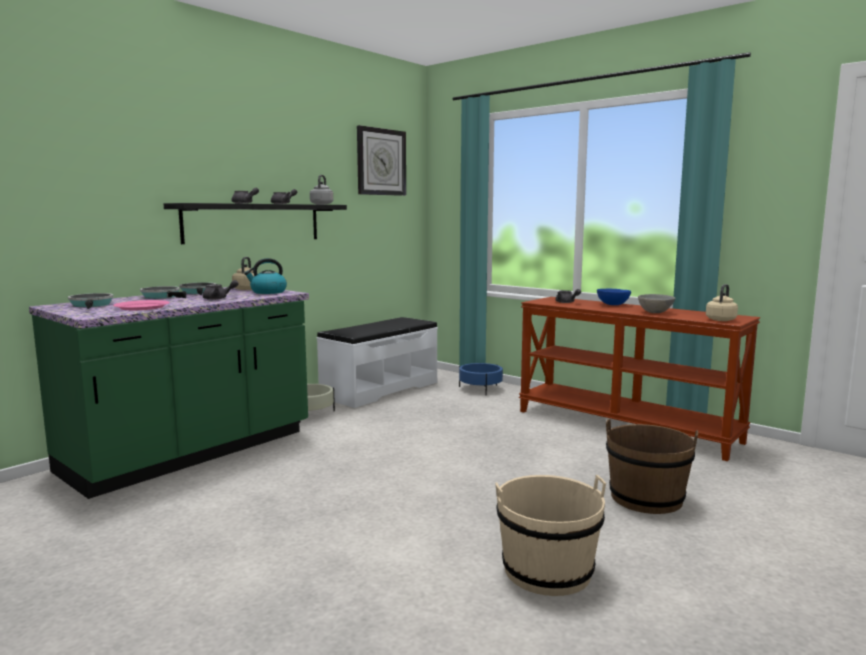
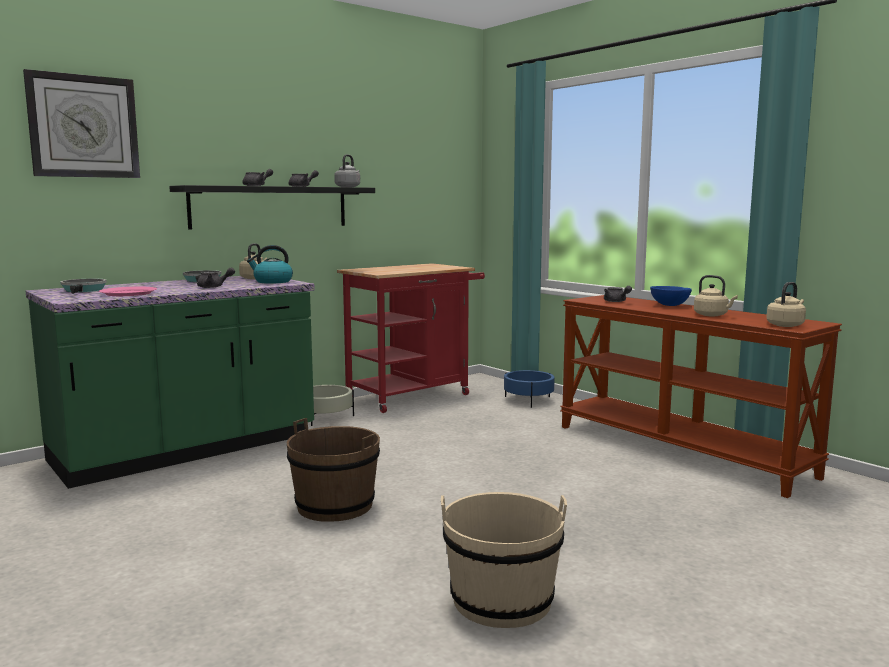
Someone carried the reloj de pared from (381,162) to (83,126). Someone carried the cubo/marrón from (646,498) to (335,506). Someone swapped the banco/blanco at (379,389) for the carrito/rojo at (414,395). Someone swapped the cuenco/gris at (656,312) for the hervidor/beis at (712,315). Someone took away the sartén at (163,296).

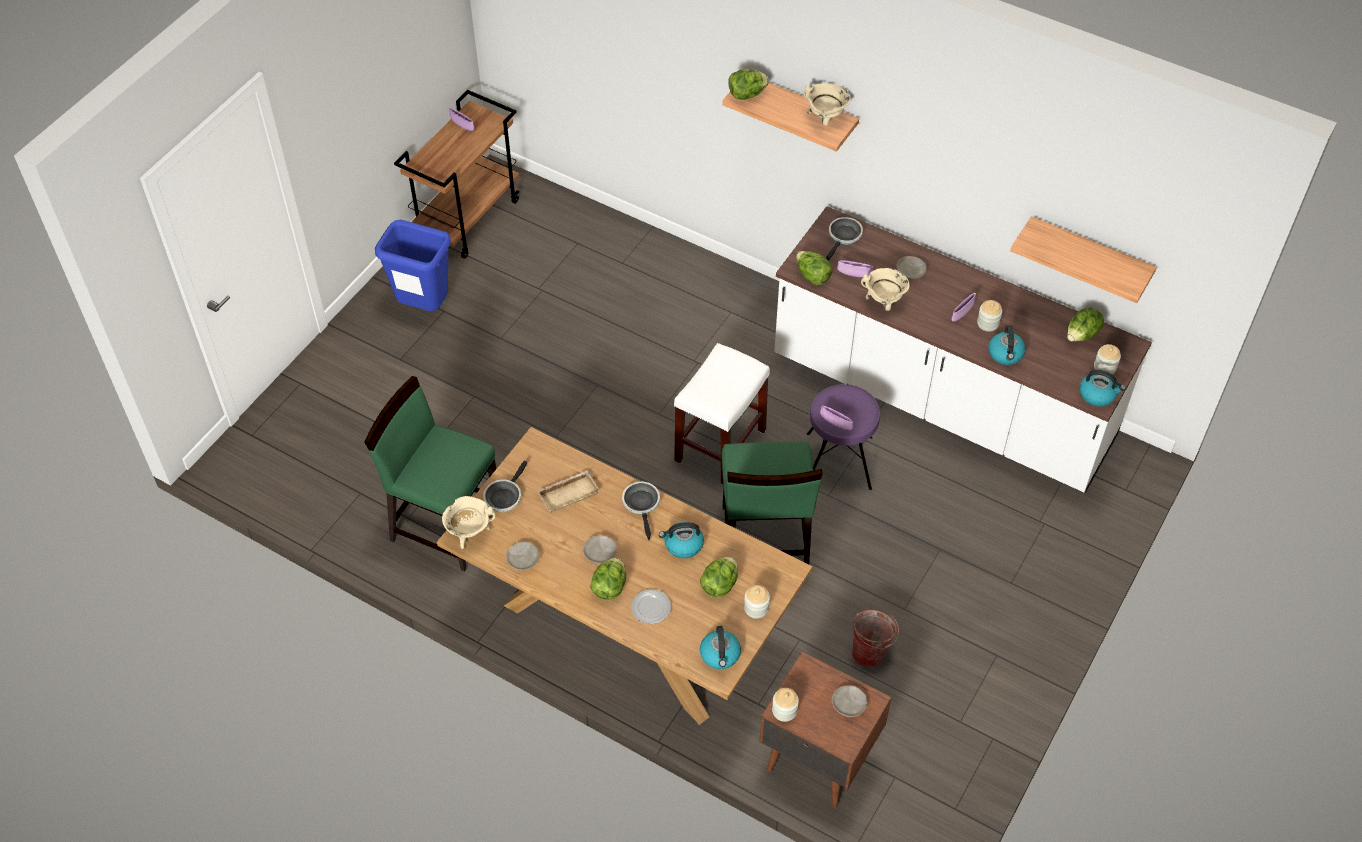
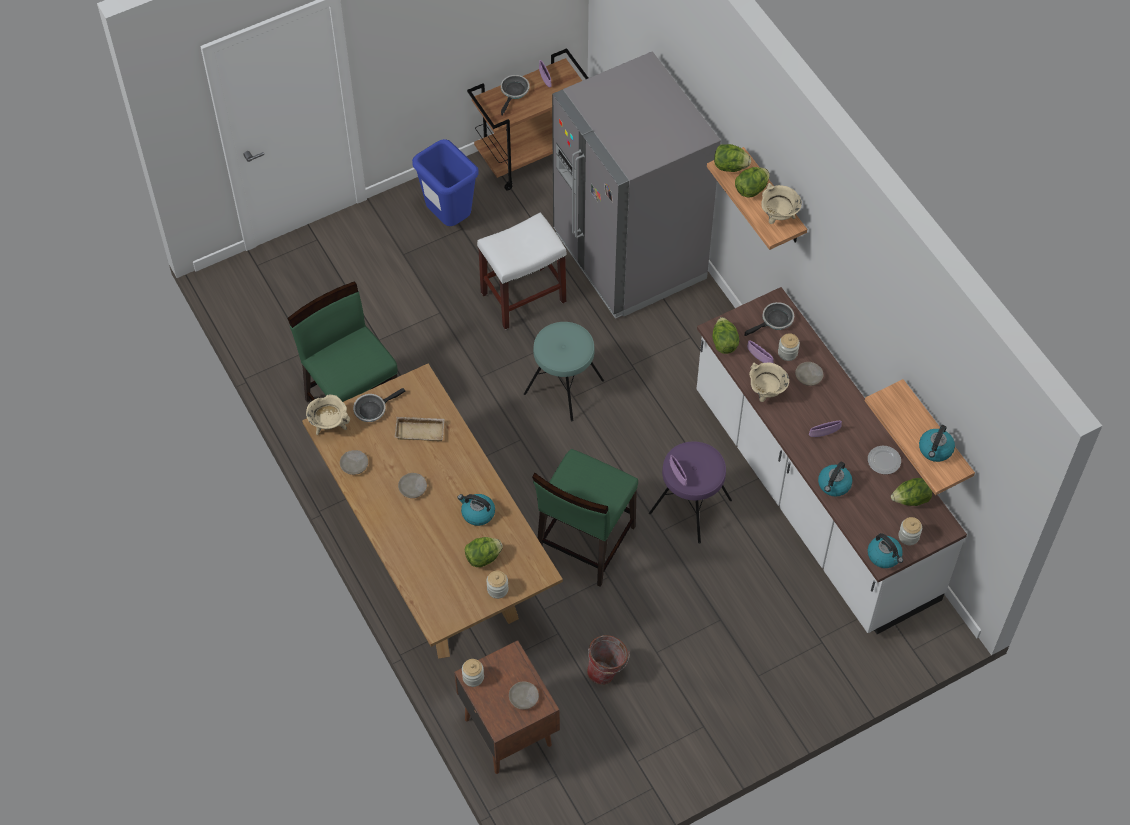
Someone carried the taburete/blanco from (720,444) to (523,296). Someone carried the sartén from (642,505) to (514,92). Someone put down the taburete/turquesa at (563,387). Someone put down the nevera/gris at (629,256). Someone carried the lechuga from (609,587) to (751,189). Someone carried the tarro from (988,323) to (787,353). Someone carried the plato from (651,607) to (884,461). Someone carried the hervidor from (720,655) to (935,450).

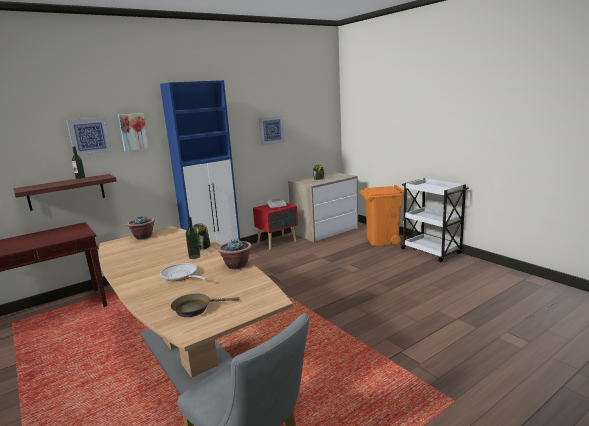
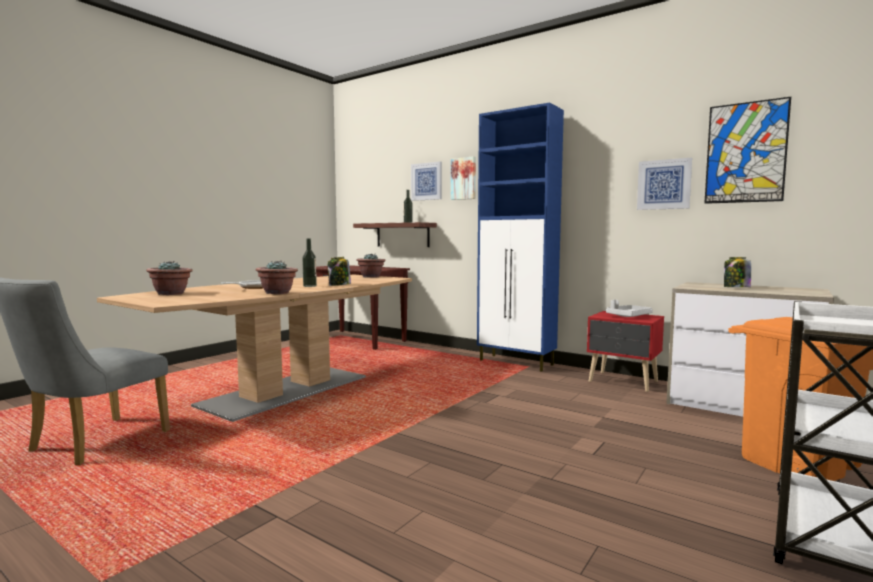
Someone swapped the sartén/marrón at (195,309) for the planta en maceta at (171,294). Someone put up the cuadro at (745,152).

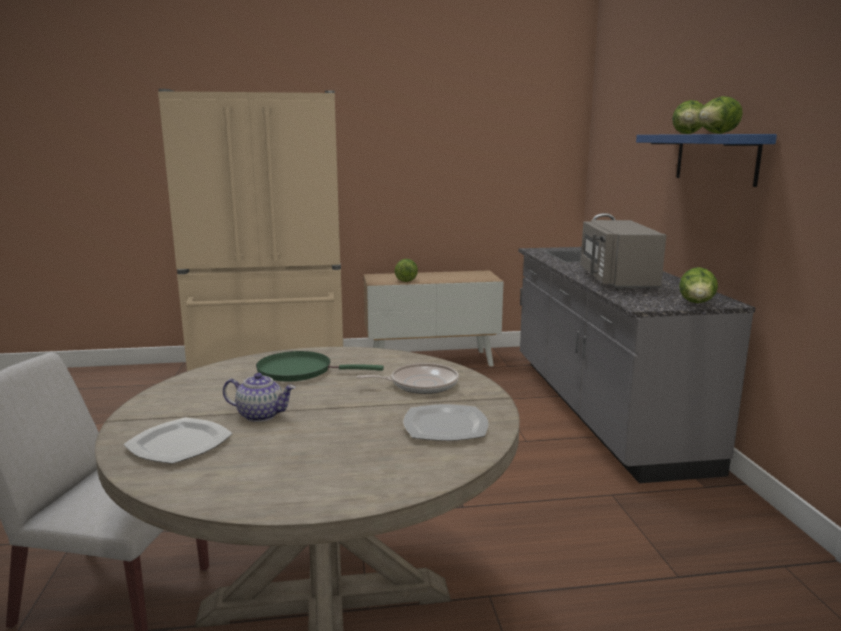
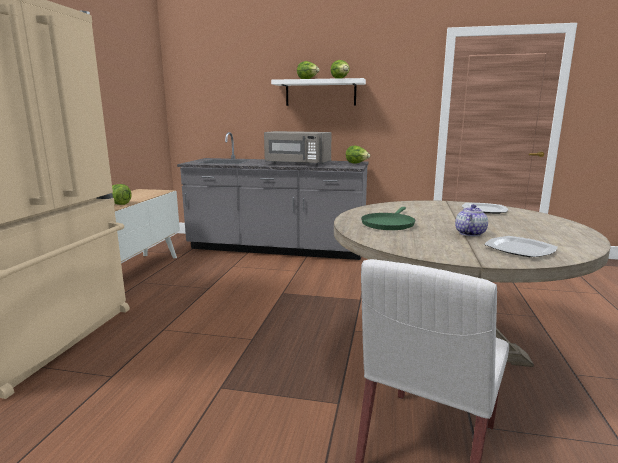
Someone repainted the estante/azul at (716,158), which became the estante/blanco at (320,93). Someone took away the sartén at (420,384).

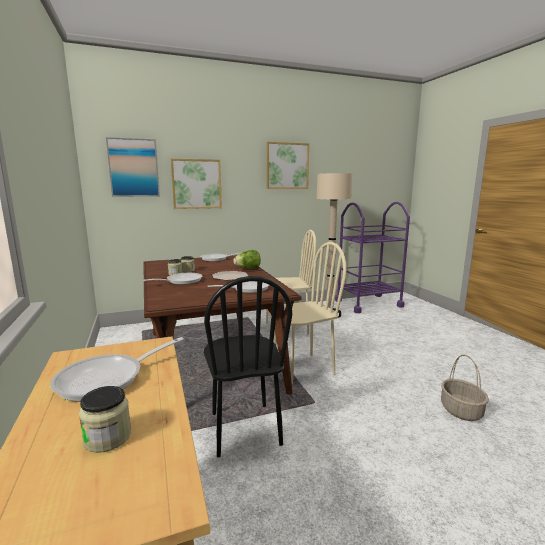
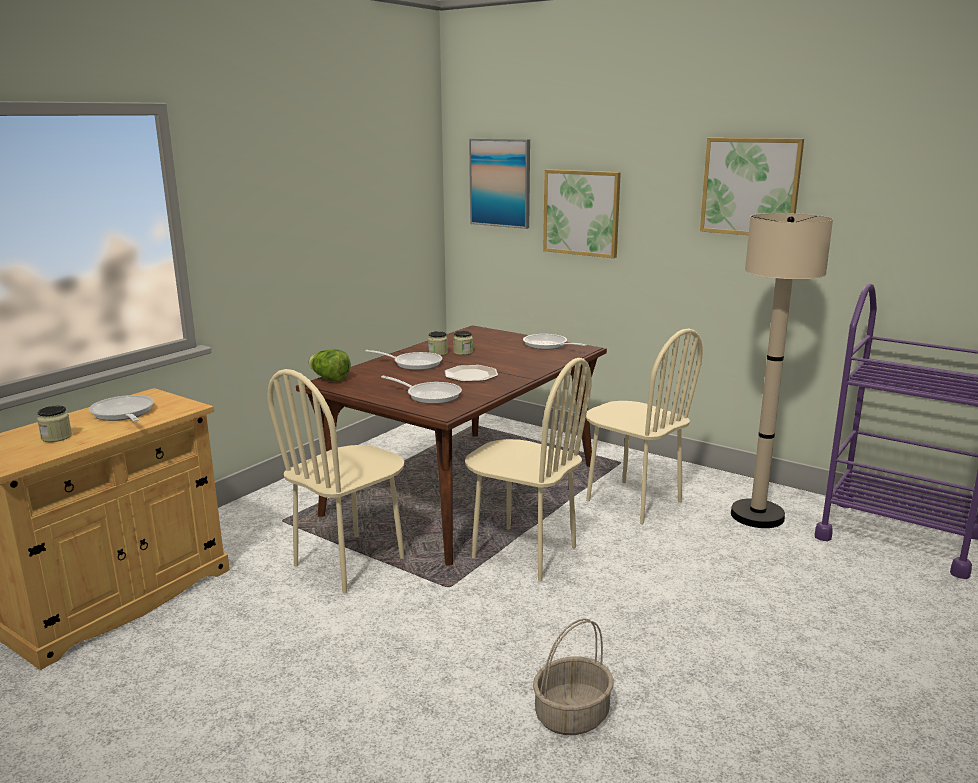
Someone rotated the sartén at (108,379) by 45 degrees clockwise. Someone repainted the silla/negro at (244,429), which became the silla/beis at (350,562). Someone carried the lechuga from (248,268) to (330,379).

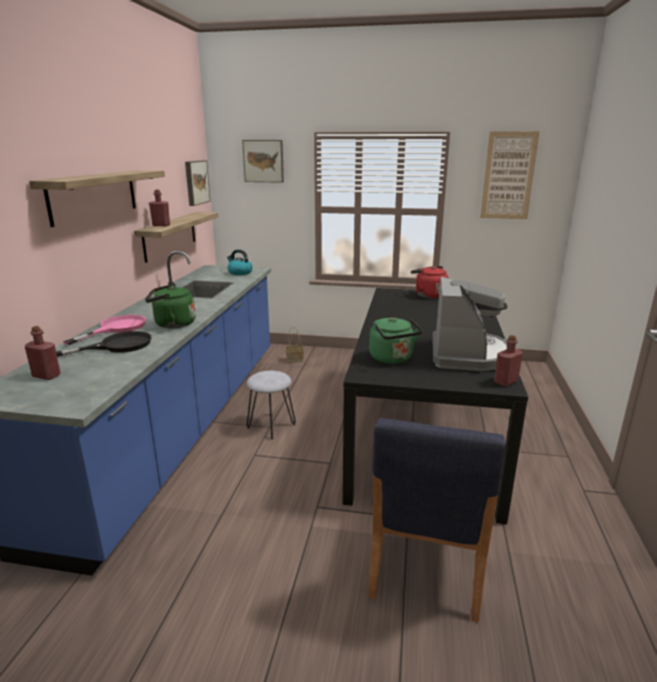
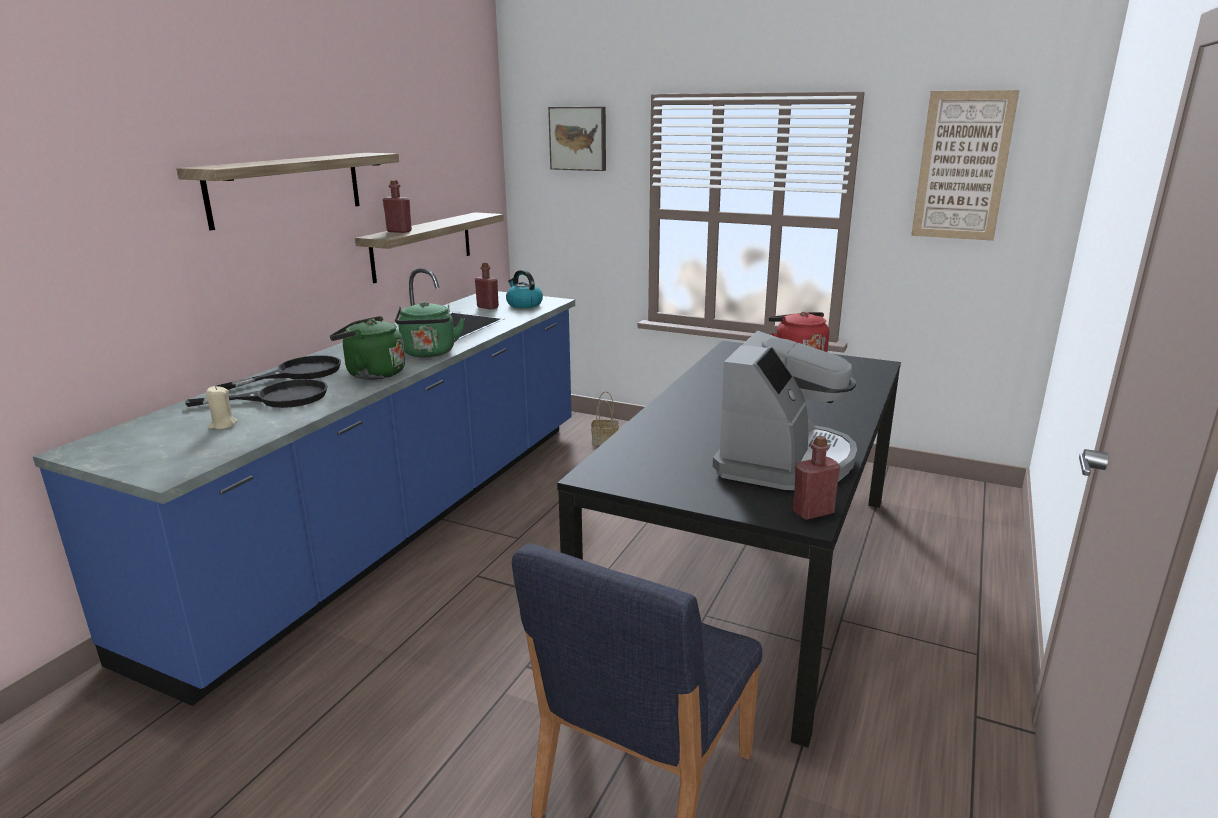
Someone put down the vela/beis at (223,425). Someone repainted the sartén/rosa at (116,328), which became the sartén/negro at (298,373). Someone carried the hervidor/verde from (392,359) to (429,353). Someone carried the botella/rojo from (46,376) to (487,307). Someone took away the cuadro at (196,182). Someone took away the taburete/gris at (271,425).

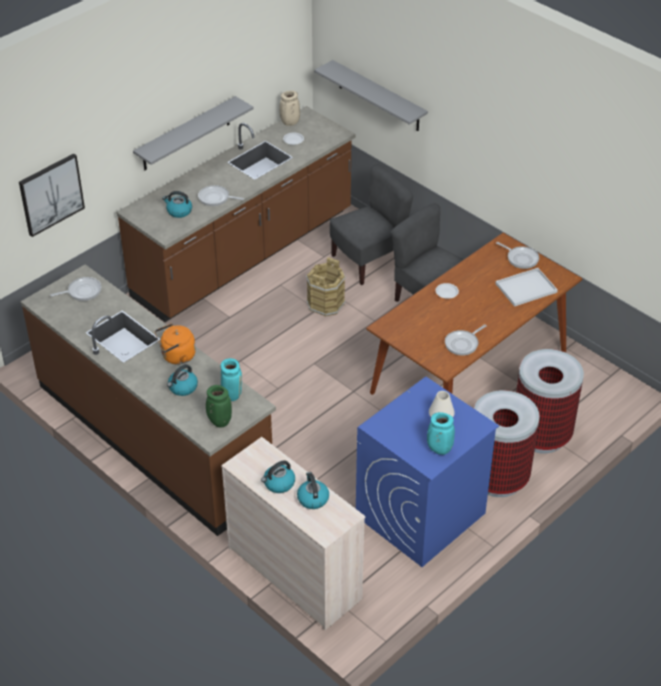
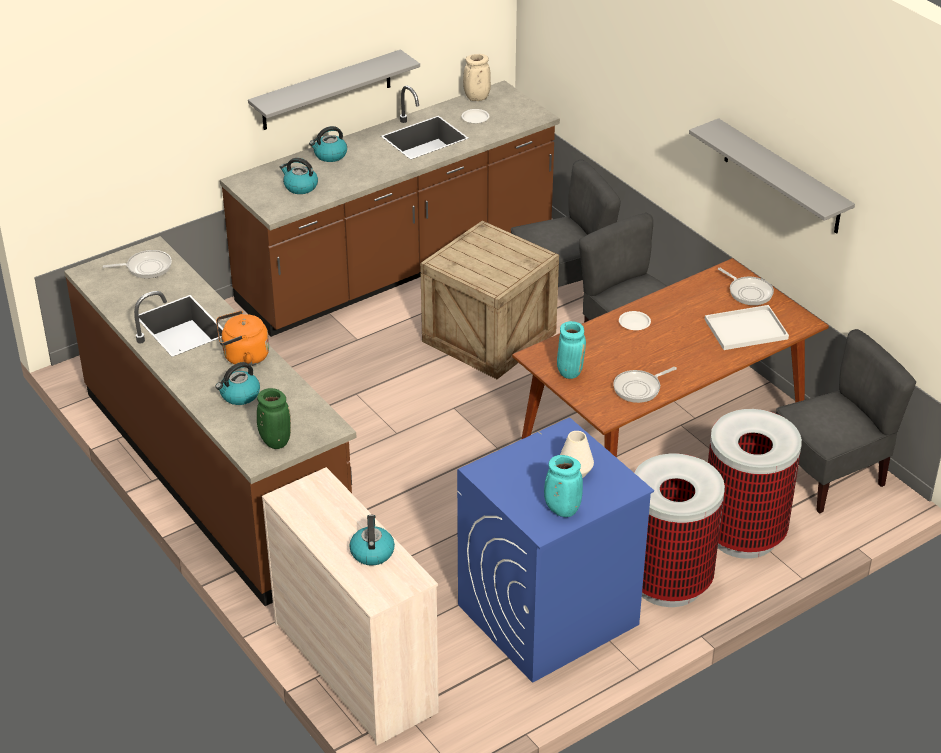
Someone carried the hervidor from (279,484) to (330,155). Someone swapped the cubo/marrón at (326,304) for the caja de embalaje at (489,337). Someone carried the florero/turquesa from (231,395) to (569,372). Someone carried the estante/gris from (378,96) to (782,177). Someone put down the silla/gris at (829,476). Someone took away the cuadro at (51,194). Someone took away the sartén at (216,198).

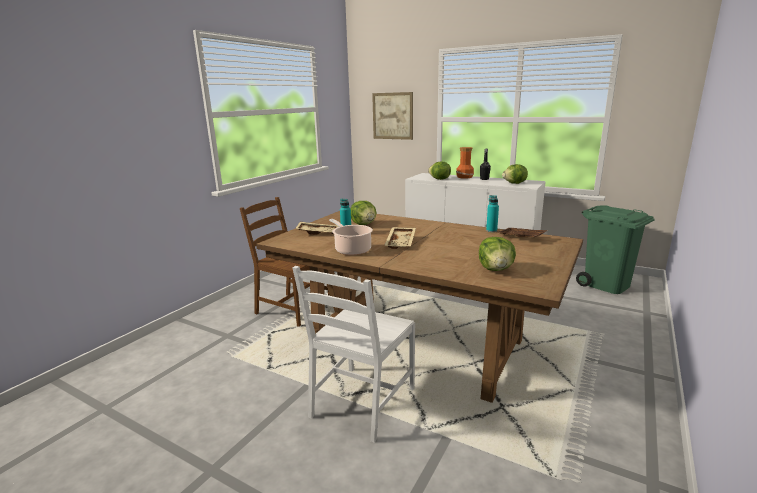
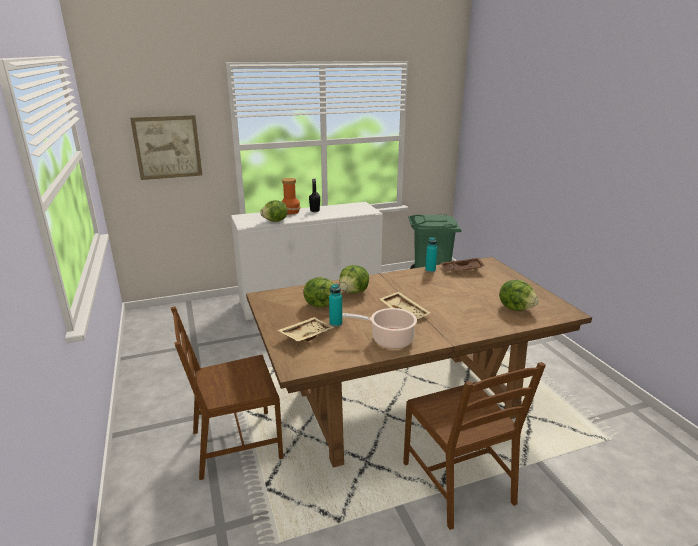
Someone carried the lechuga from (515,183) to (354,292). Someone repainted the silla/blanco at (362,403), which became the silla/marrón at (459,483).

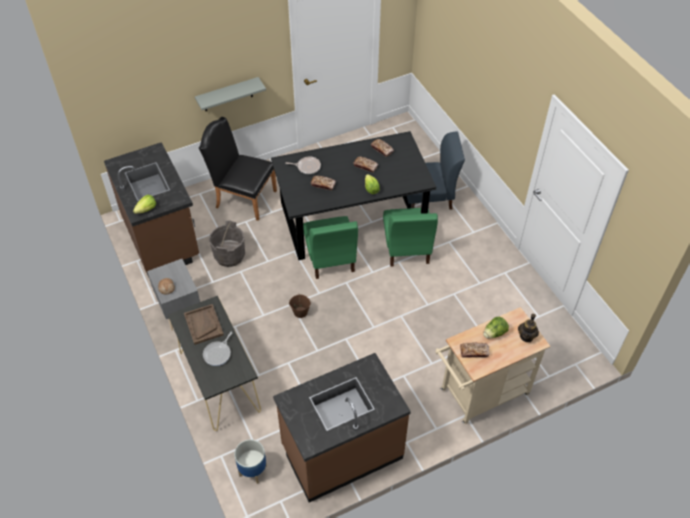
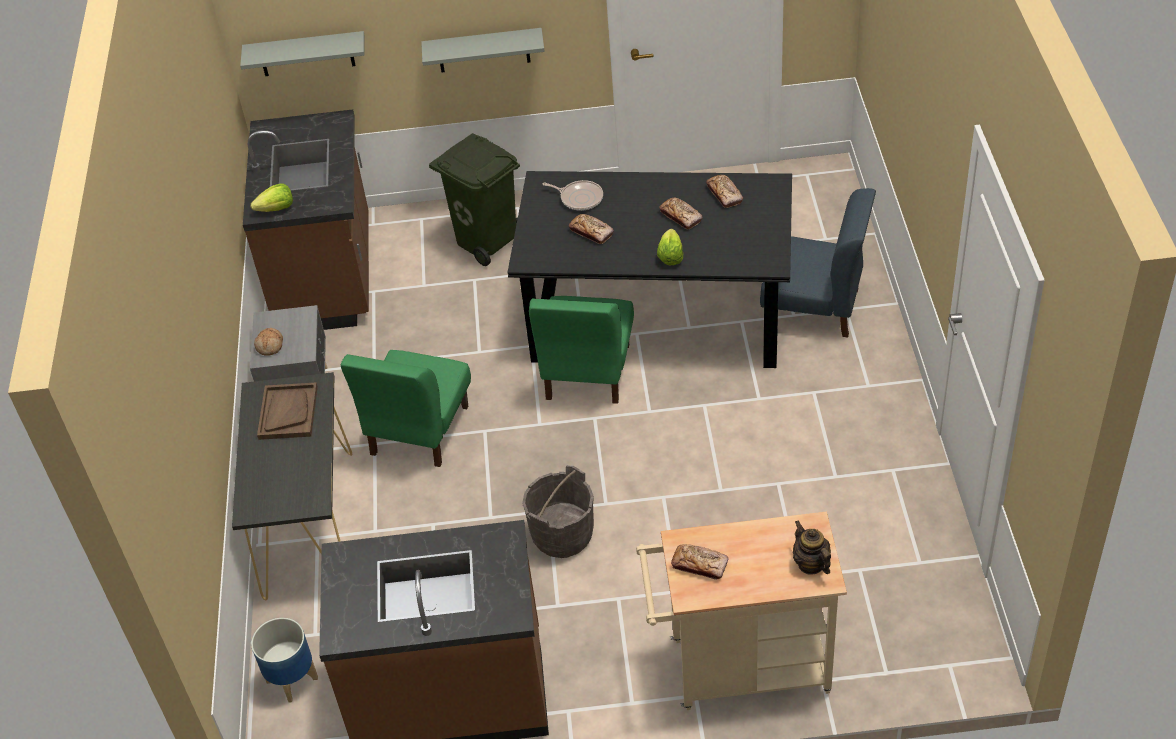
Someone put up the estante/gris at (306,54). Someone carried the silla/verde from (407,248) to (418,430). Someone swapped the silla/negro at (242,197) for the papelera/verde at (487,239). Someone carried the cubo/gris from (229,255) to (562,534). Someone rotated the tetera at (526,336) by 105 degrees clockwise. Someone took away the sartén at (218,353). Someone took away the cubo/marrón at (300,312). Someone took away the lechuga at (494,333).

